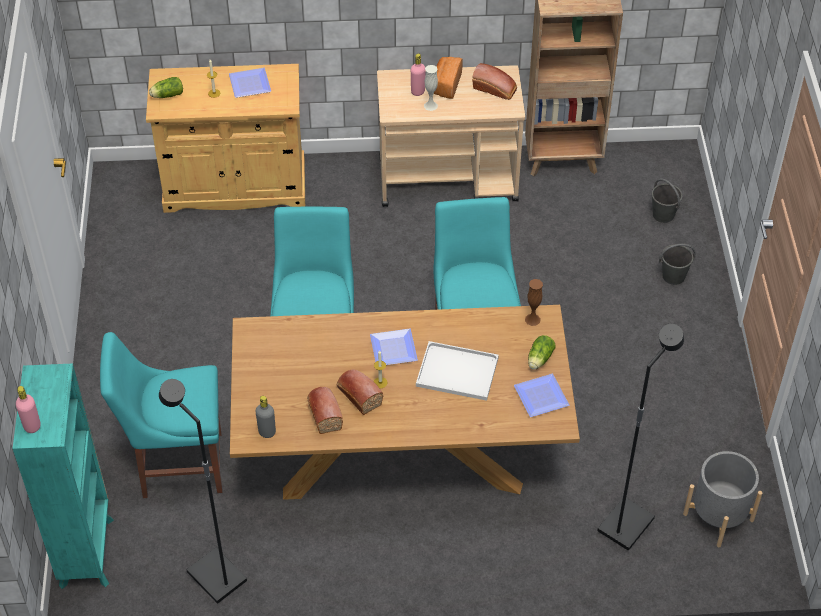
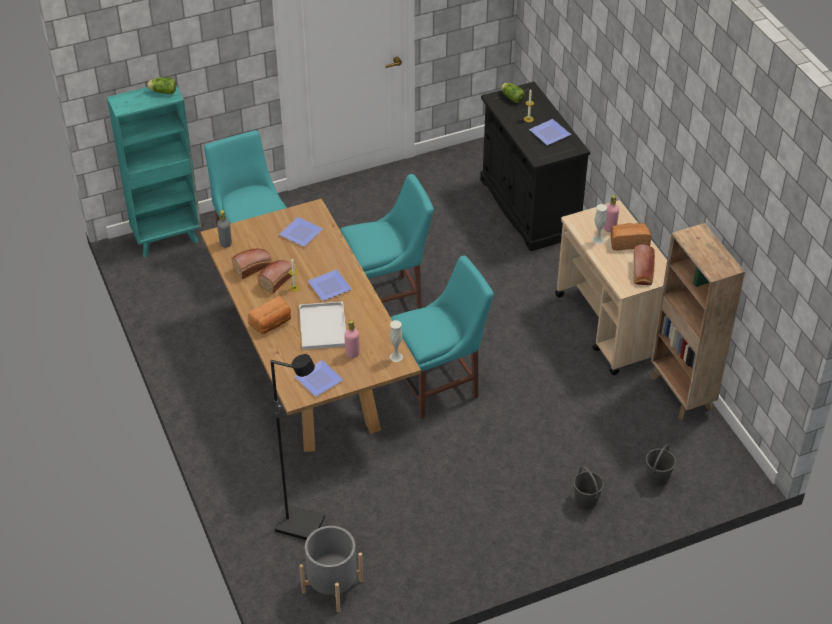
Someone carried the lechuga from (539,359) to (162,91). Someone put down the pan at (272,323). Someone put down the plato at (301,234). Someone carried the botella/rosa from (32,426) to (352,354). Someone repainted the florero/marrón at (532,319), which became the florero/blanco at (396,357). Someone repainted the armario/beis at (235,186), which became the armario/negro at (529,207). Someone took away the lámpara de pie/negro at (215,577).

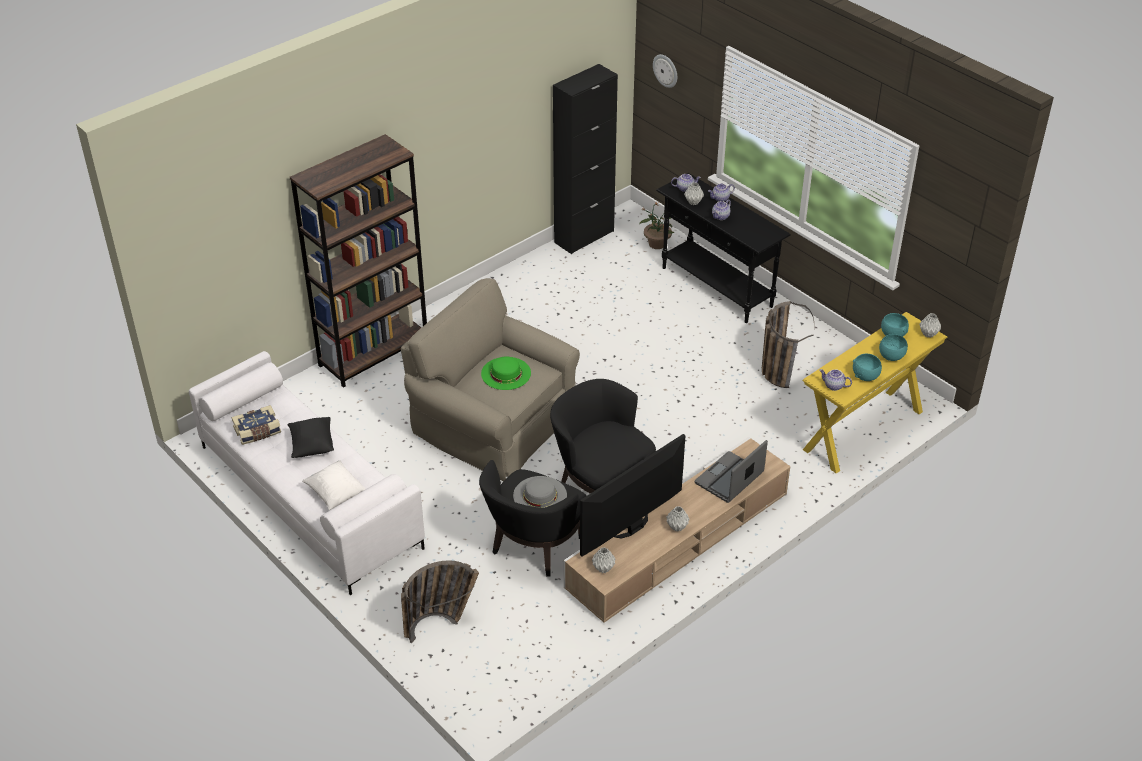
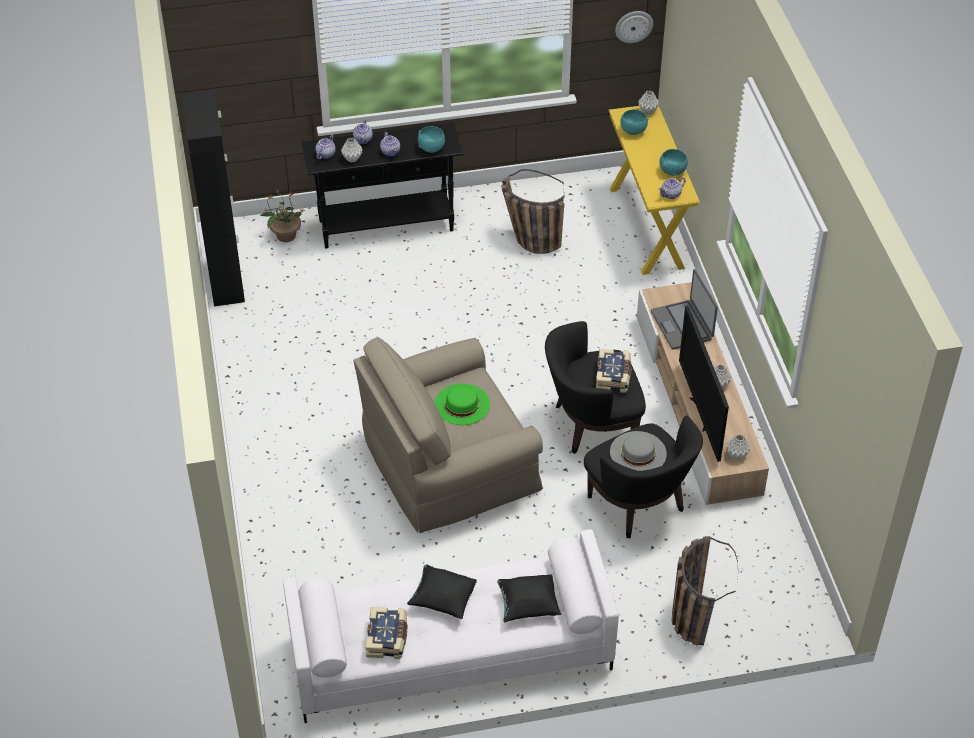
Someone carried the cuenco/turquesa from (891,356) to (432,148). Someone repainted the cojín/blanco at (335,493), which became the cojín/negro at (527,606). Someone put down the libro at (613,376). Someone carried the reloj de pared from (666,70) to (633,26). Someone took away the estantería/marrón at (374,353).

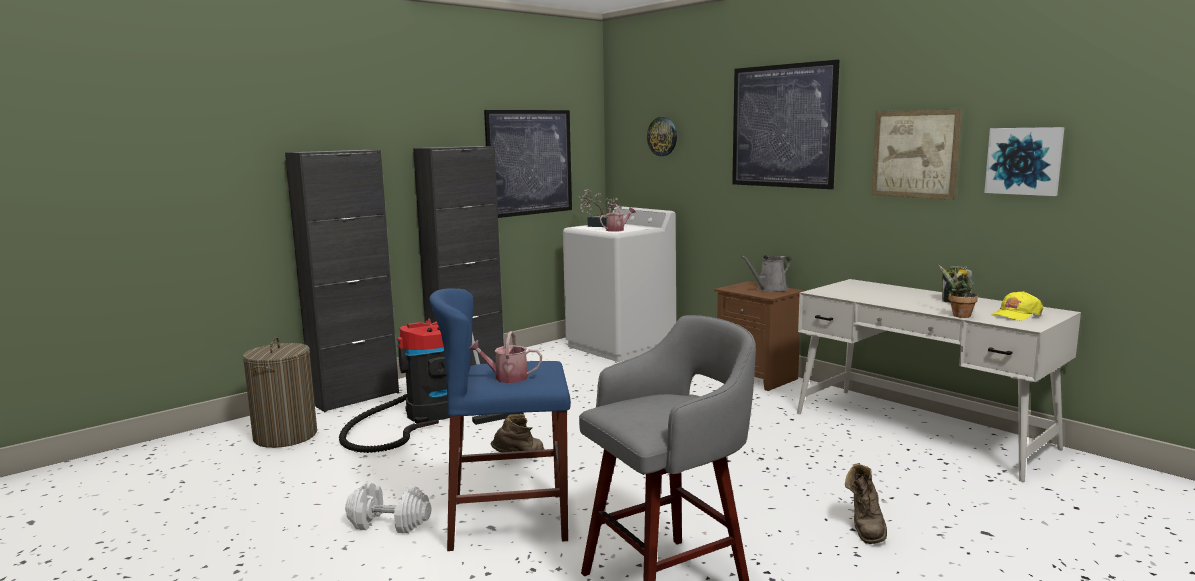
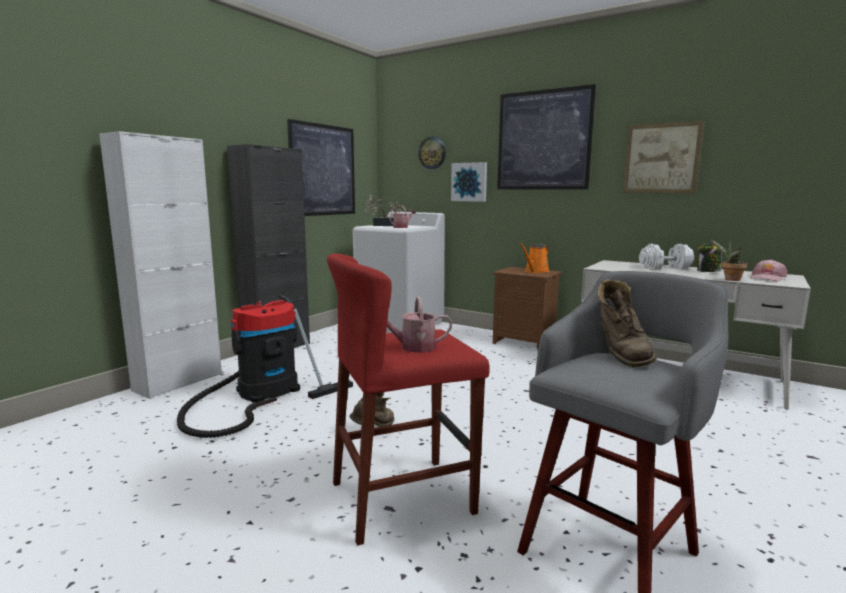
Someone repainted the armario/negro at (355,398), which became the armario/blanco at (178,382). Someone repainted the taburete/azul at (508,520), which became the taburete/rojo at (402,498). Someone carried the cuadro from (1024,161) to (469,182). Someone repainted the regadera/gris at (769,289), which became the regadera/naranja at (535,271). Someone carried the bota/marrón from (865,528) to (620,354). Someone carried the mancuerna/blanco from (390,523) to (665,267). Someone repainted the gorra/amarillo at (1016,315), which became the gorra/rosa at (767,278). Someone took away the cesto de la ropa at (285,435).

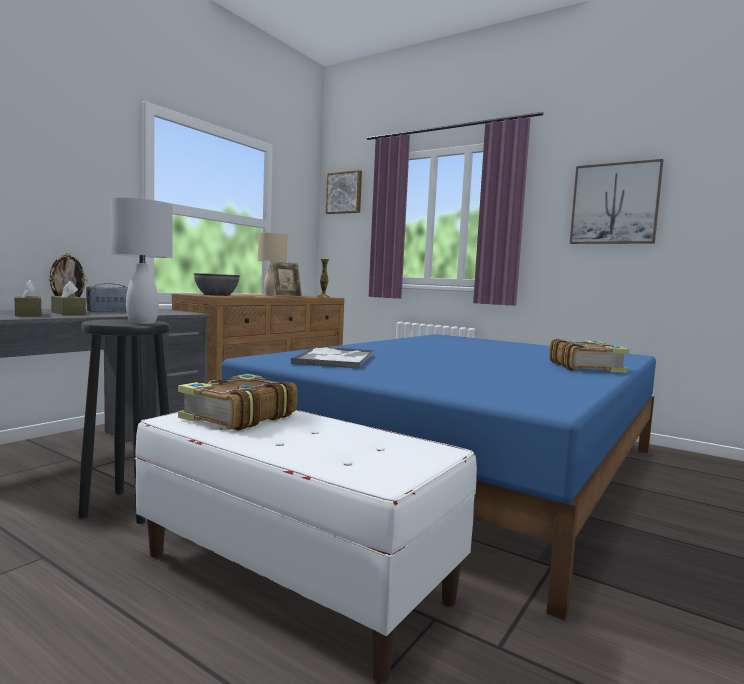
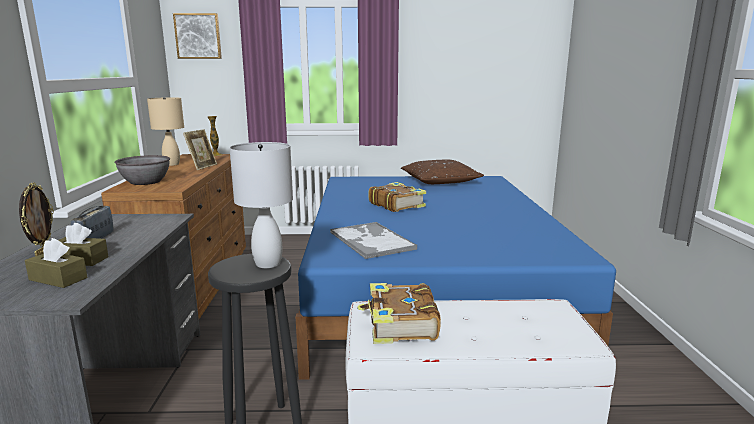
Someone carried the libro from (586,367) to (396,204). Someone put down the cojín/marrón at (439,181). Someone took away the cuadro at (614,204).

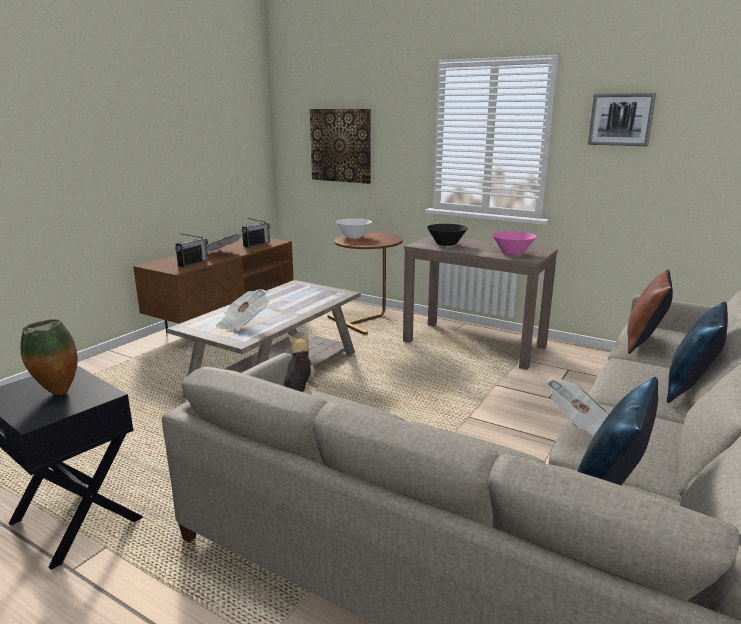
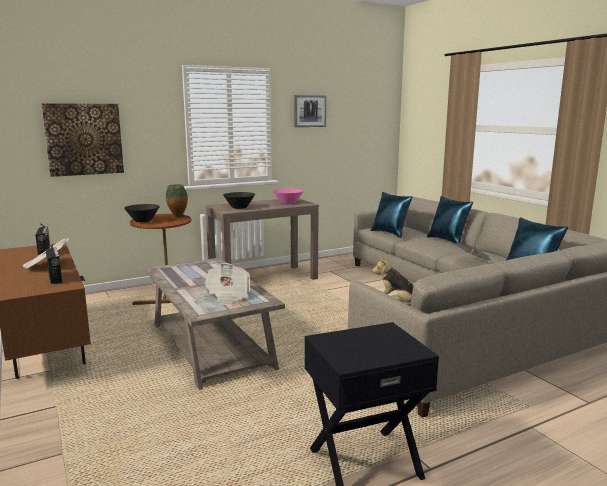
Someone repainted the cuenco/blanco at (354,236), which became the cuenco/negro at (143,221). Someone carried the florero from (57,393) to (178,217). Someone repainted the cojín/marrón at (643,343), which became the cojín/azul at (390,233).

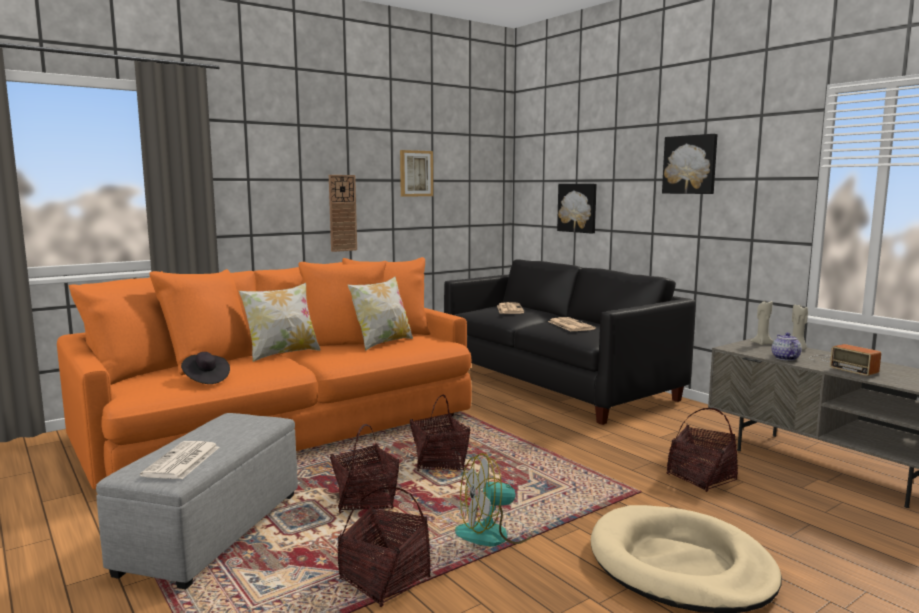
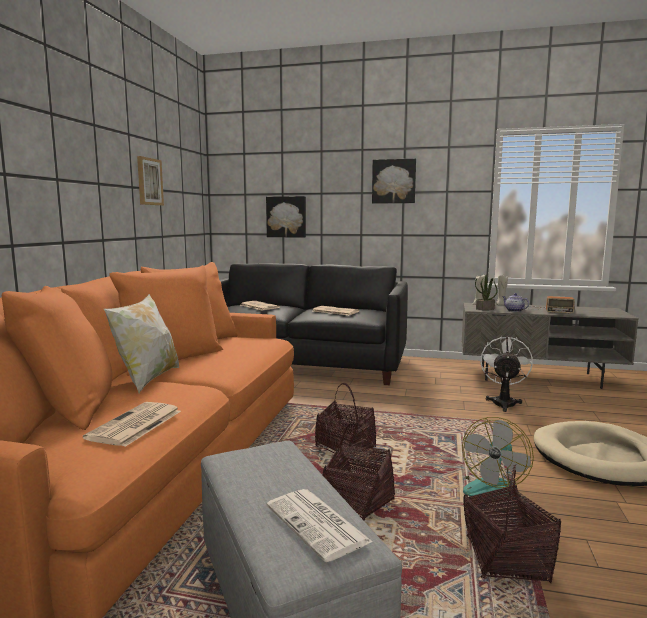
Someone swapped the sombrero/negro at (205,379) for the periódico at (135,425). Someone put down the planta en maceta at (485,309). Someone swapped the cesta at (700,477) for the ventilador/blanco at (503,402). Someone took away the reloj de pared at (342,213). Someone took away the cojín at (382,343).

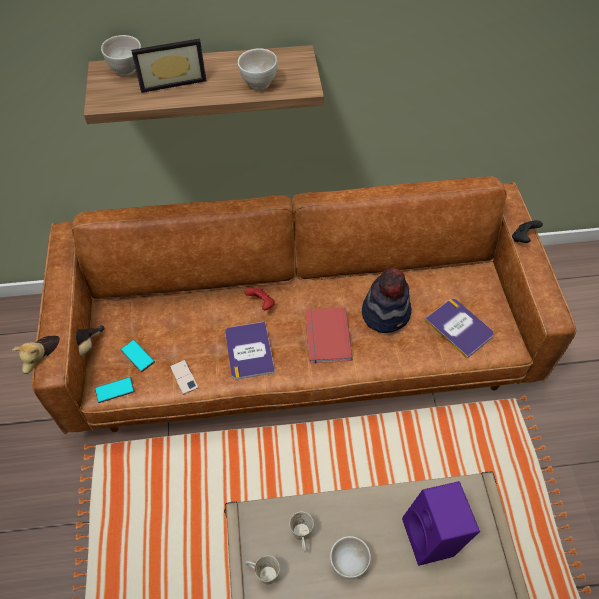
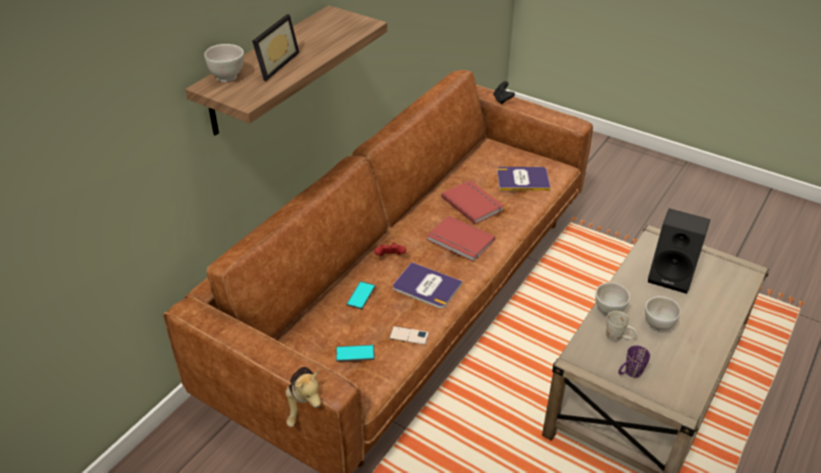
Someone carried the móvil from (114,390) to (361,295). Someone swapped the sombrero at (386,313) for the libro/rojo at (473,203). Someone carried the cuenco/blanco from (258,84) to (608,311). Someone repainted the taza grande/blanco at (262,573), which became the taza grande/morado at (629,373). Someone repainted the altavoz/morado at (433,538), which became the altavoz/negro at (672,276).

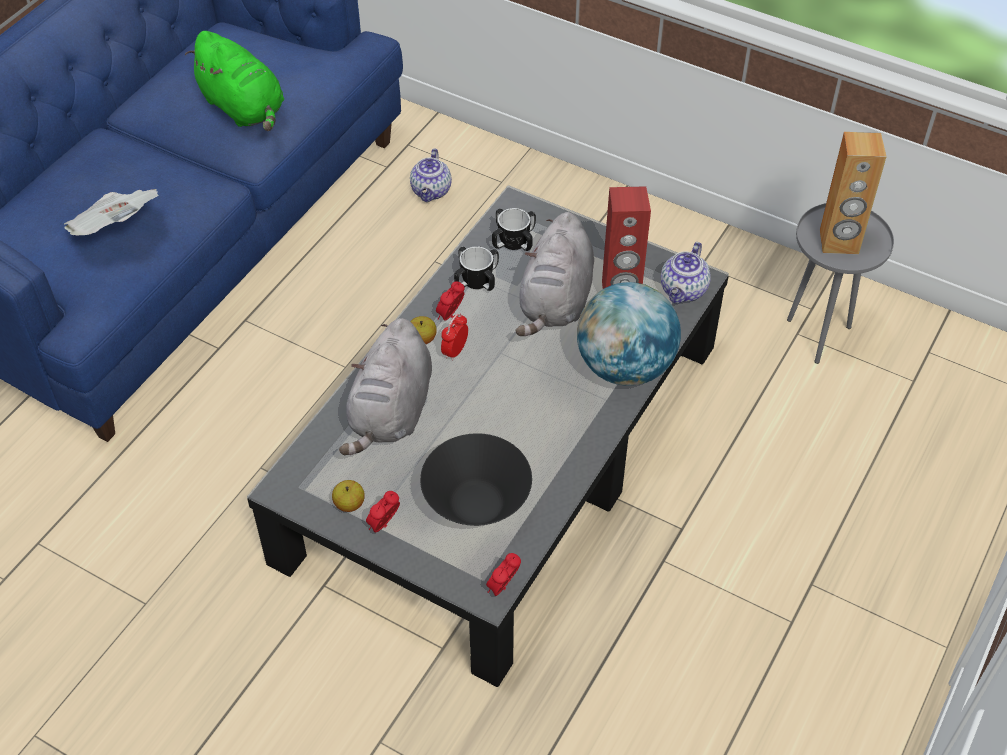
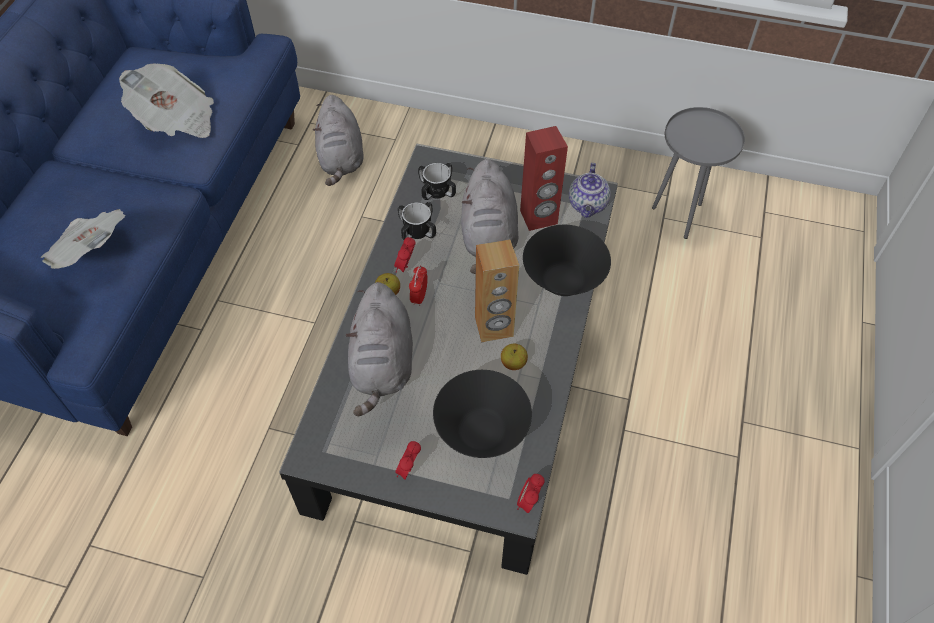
Someone swapped the peluche/verde at (244,108) for the periódico at (176,119). Someone swapped the tetera at (431,192) for the peluche/gris at (341,158). Someone carried the altavoz/marrón from (839,242) to (494,327). Someone carried the manzana from (349,504) to (513,363). Someone swapped the globo terráqueo at (624,366) for the cuenco/negro at (563,280).

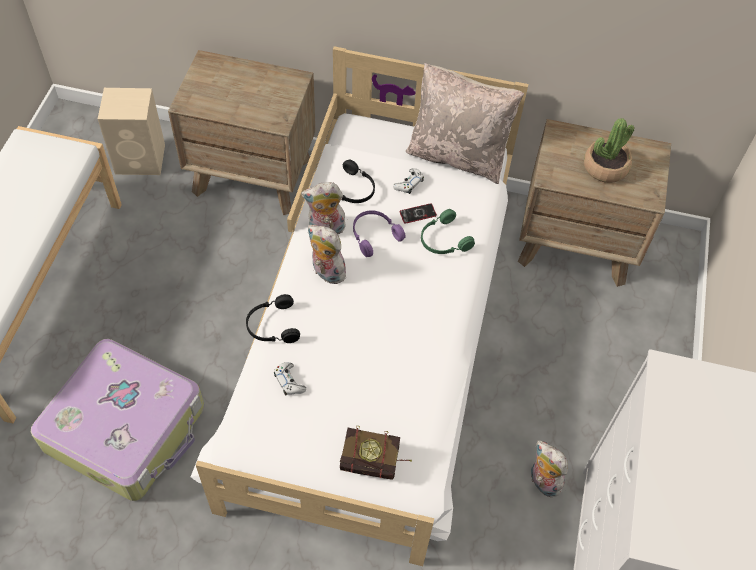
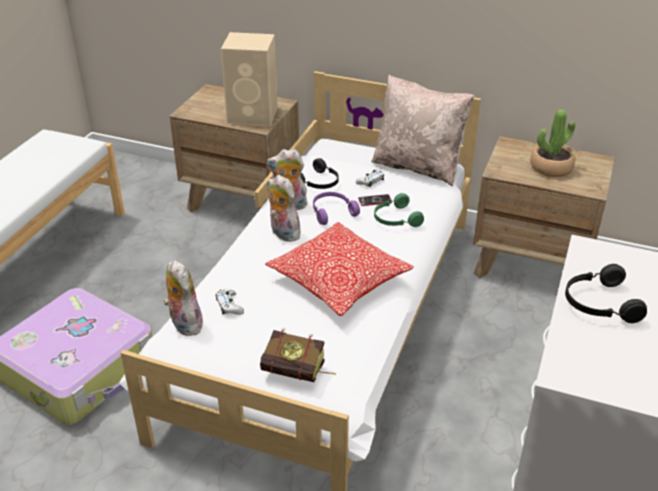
Someone carried the peluche from (542,482) to (184,323). Someone carried the altavoz/beis from (141,159) to (254,115). Someone put down the cojín at (339,280). Someone carried the auriculares/negro from (272,326) to (598,304).

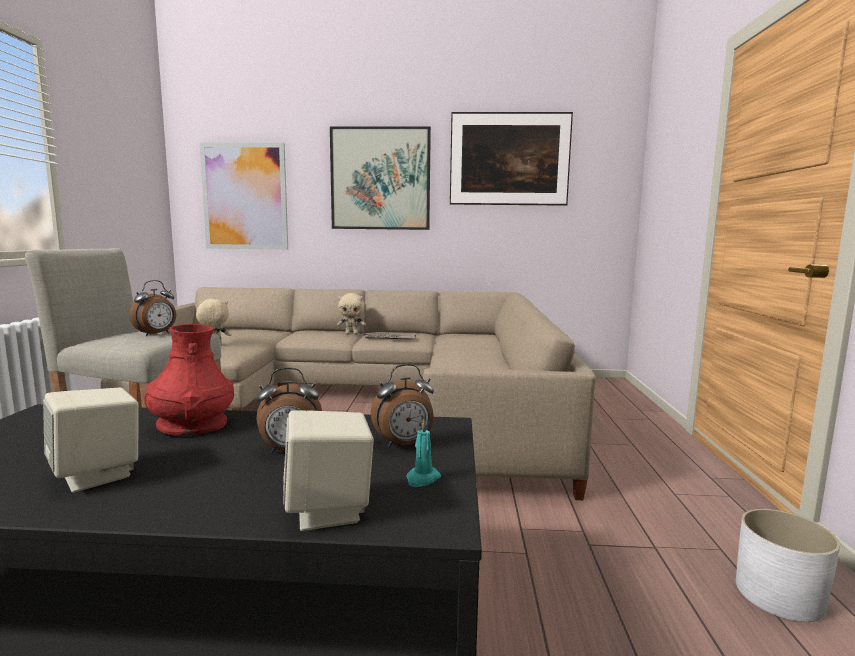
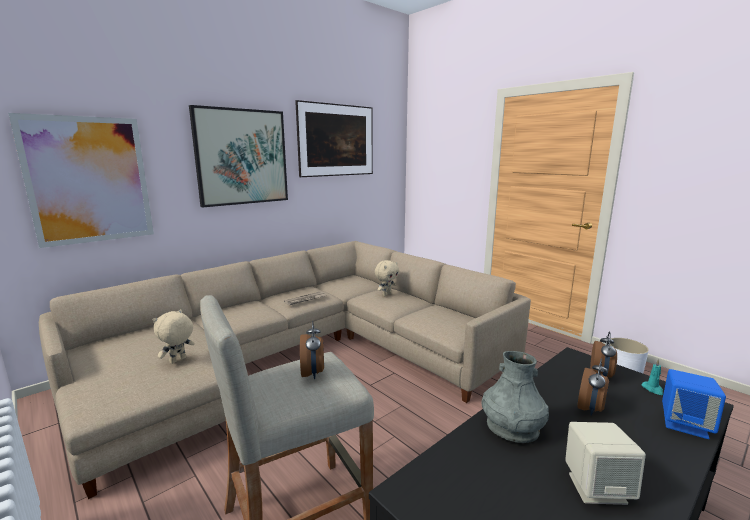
Someone carried the peluche/beis from (352,334) to (386,294). Someone repainted the florero/rojo at (192,425), which became the florero/gris at (512,428). Someone repainted the altavoz/beis at (329,510), which became the altavoz/azul at (685,424).

